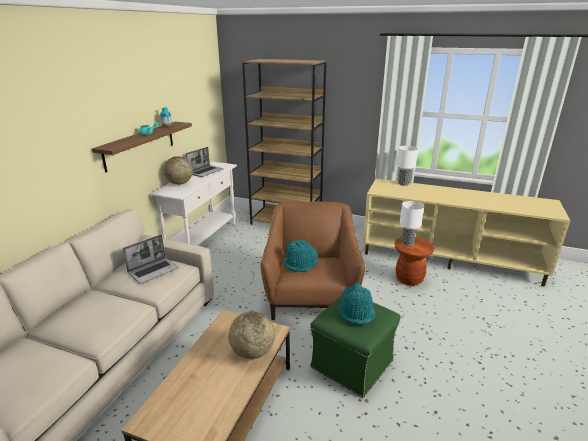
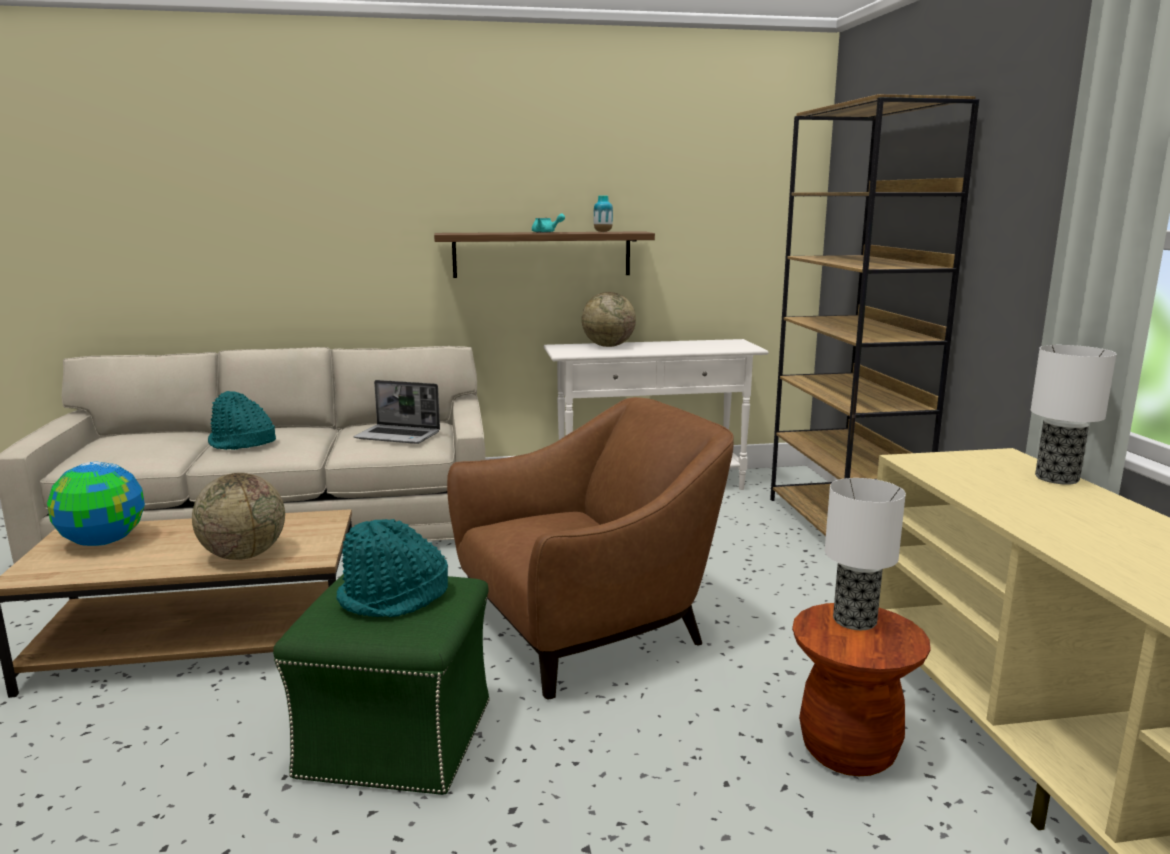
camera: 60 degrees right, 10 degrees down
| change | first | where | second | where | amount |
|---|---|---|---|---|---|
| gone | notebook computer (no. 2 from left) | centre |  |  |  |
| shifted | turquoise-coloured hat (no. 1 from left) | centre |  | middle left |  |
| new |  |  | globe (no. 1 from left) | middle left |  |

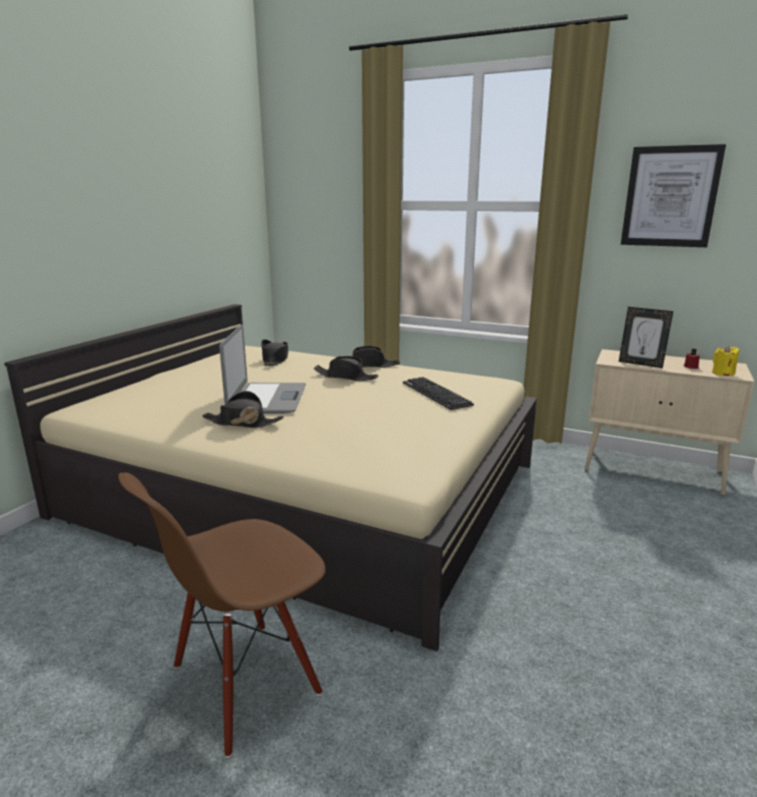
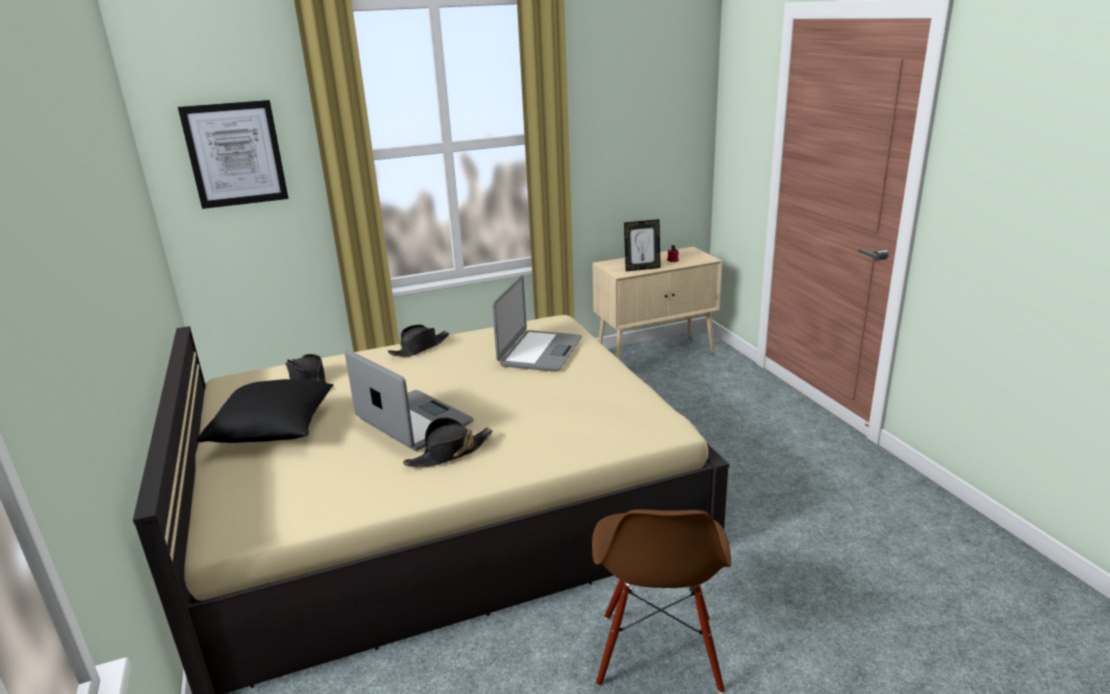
camera: 45 degrees left, 5 degrees up
| change | first | where | second | where | amount |
|---|---|---|---|---|---|
| shifted | picture | top right |  | top left |  |
| gone | yellow wax light | middle right |  |  |  |
| gone | black-coloured hat (no. 3 from left) | centre |  |  |  |
| swapped | PC keyboard | centre | notebook computer (no. 2 from left) | centre |  |
| new |  |  | black-coloured cushion | middle left |  |

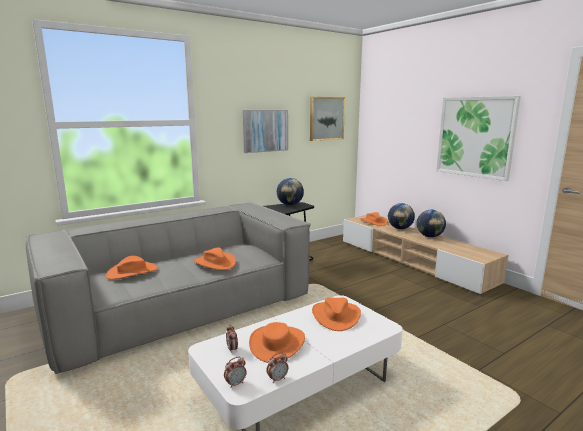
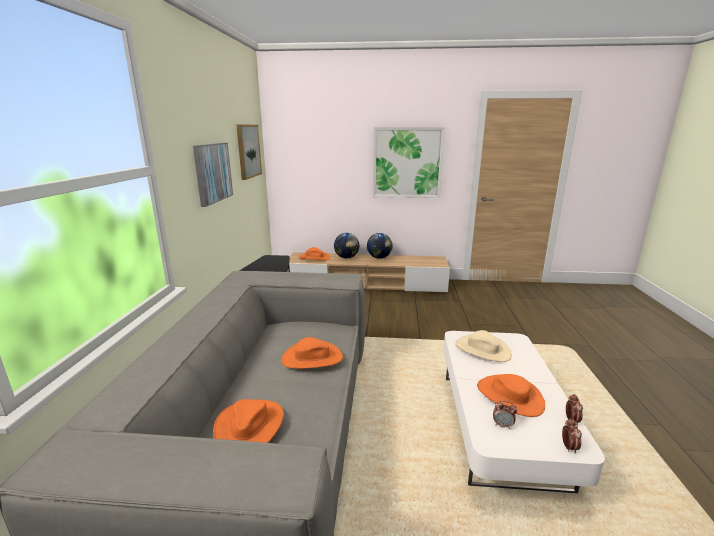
camera: 50 degrees left, 5 degrees up
| change | first | where | second | where | amount |
|---|---|---|---|---|---|
| gone | globe (no. 1 from left) | centre |  |  |  |
| repainted | orange hat (no. 4 from left) | bottom centre | beige-coloured hat | middle right |  |

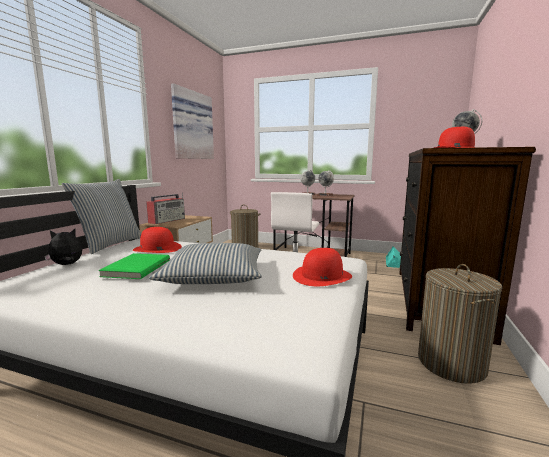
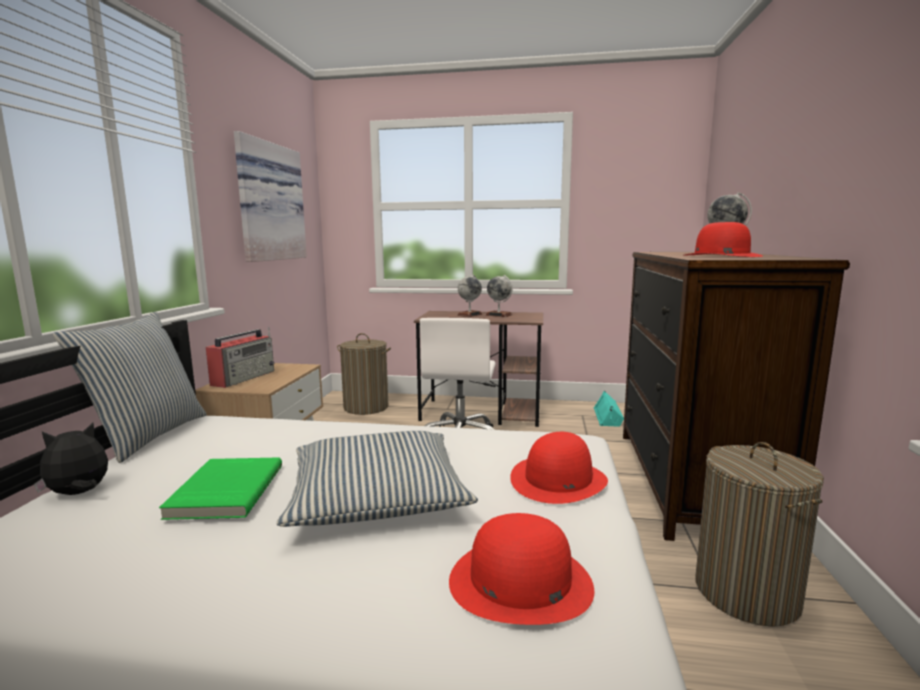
camera: 10 degrees left, 0 degrees up
| change | first | where | second | where | amount |
|---|---|---|---|---|---|
| shifted | reddish hat (no. 1 from left) | middle left |  | bottom centre |  |

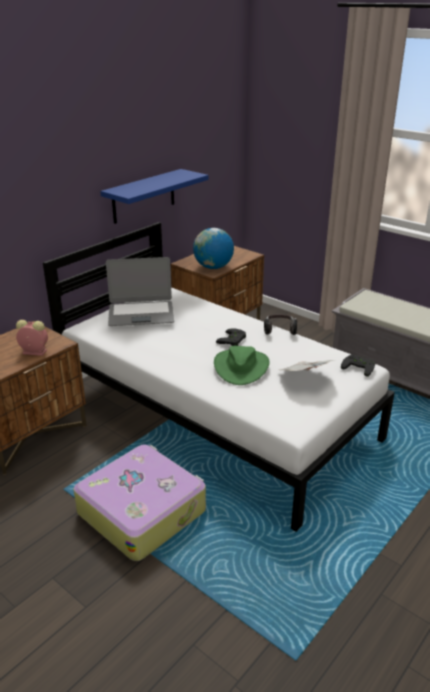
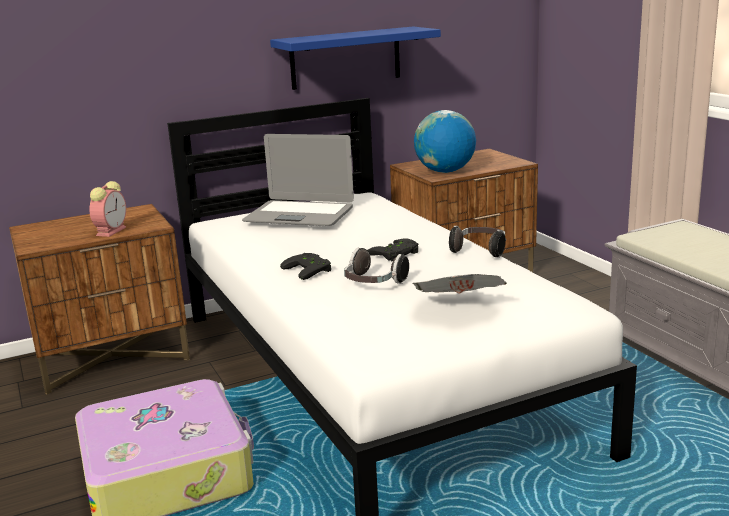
camera: 25 degrees right, 10 degrees down
| change | first | where | second | where | amount |
|---|---|---|---|---|---|
| rotated | table clock | middle left |  | middle left | 75 degrees clockwise |
| swapped | green hat | centre | pair of headphones (no. 1 from left) | centre |  |
| shifted | black-coloured joypad (no. 2 from left in the first image) | middle right | black-coloured joypad (no. 1 from left) | centre |  |

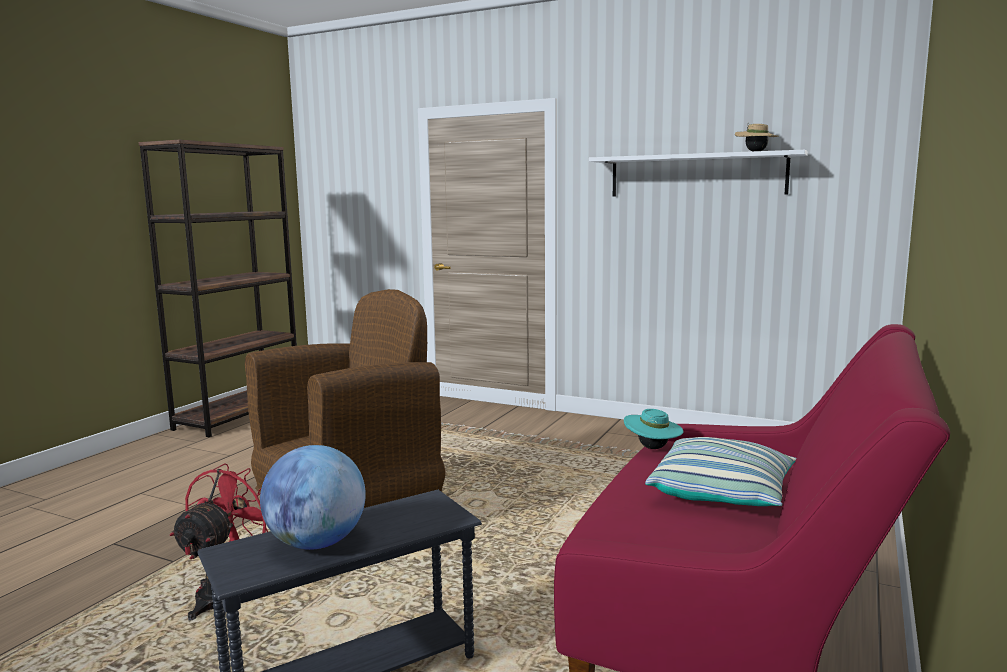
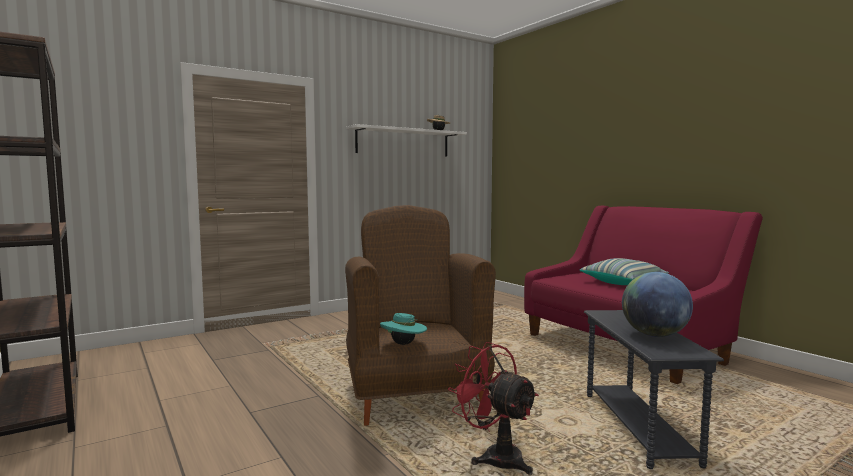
camera: 60 degrees left, 5 degrees down
| change | first | where | second | where | amount |
|---|---|---|---|---|---|
| shifted | turquoise-coloured hat | centre |  | bottom centre |  |

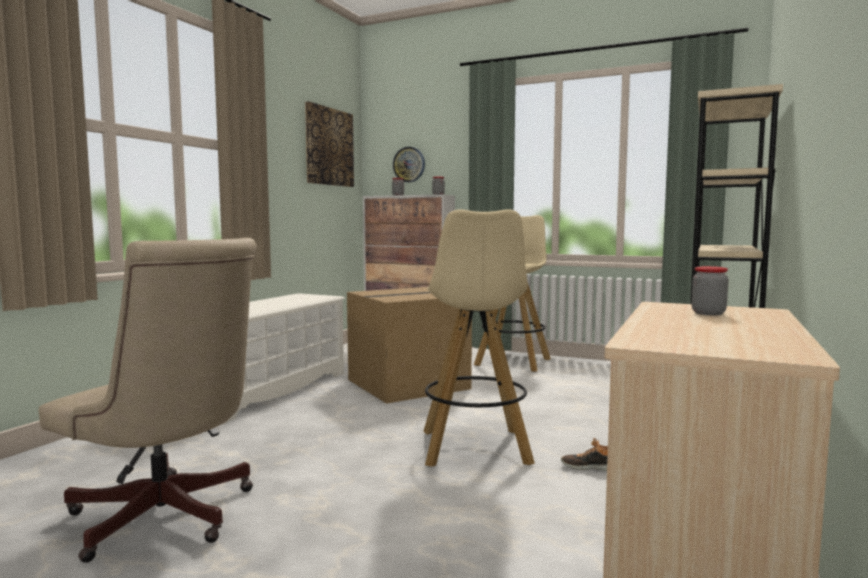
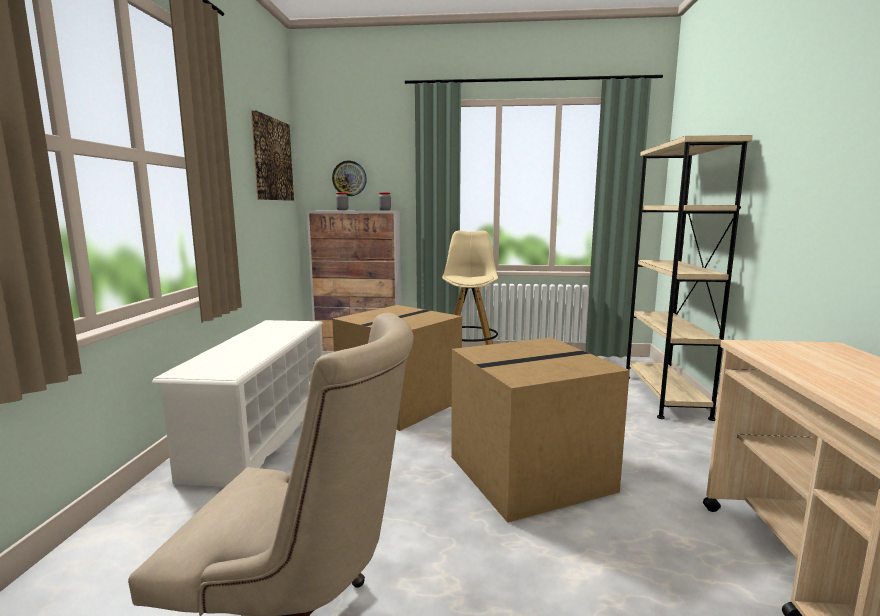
camera: 20 degrees left, 5 degrees up
| change | first | where | second | where | amount |
|---|---|---|---|---|---|
| swapped | beige-coloured stool seat (no. 1 from left) | centre | carton (no. 2 from left) | bottom centre |  |
| gone | preserve jar (no. 3 from left) | middle right |  |  |  |
| gone | item of footwear | bottom right |  |  |  |

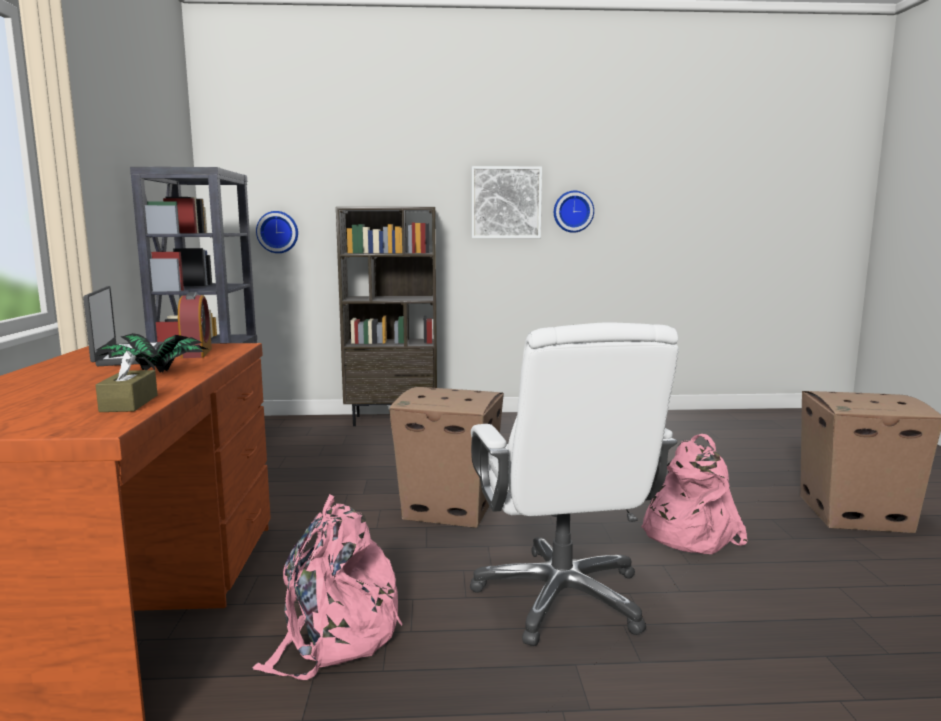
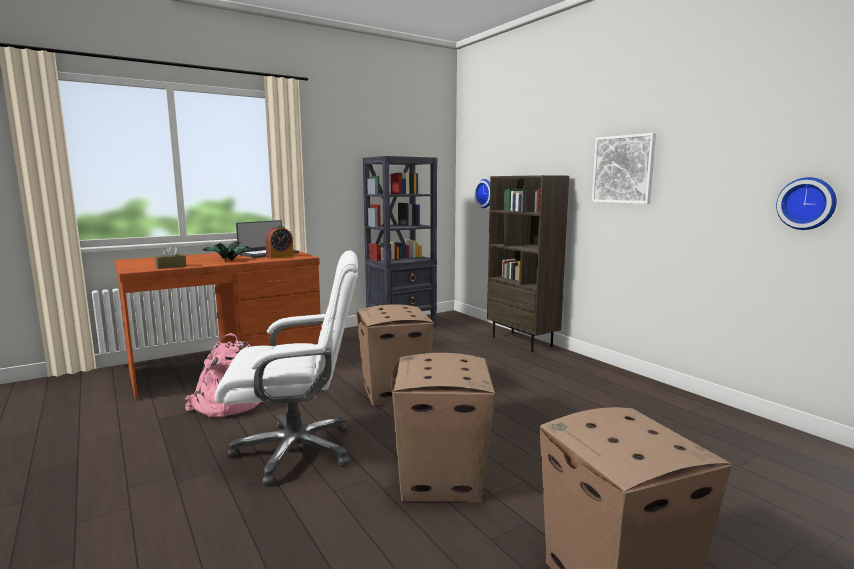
camera: 60 degrees right, 0 degrees up
| change | first | where | second | where | amount |
|---|---|---|---|---|---|
| shifted | clock on the wall (no. 2 from left) | top centre |  | middle right |  |
| rotated | white computer chair | bottom centre |  | centre | 150 degrees counterclockwise |
| swapped | pink knapsack (no. 2 from left) | bottom right | carton (no. 2 from left) | bottom centre |  |

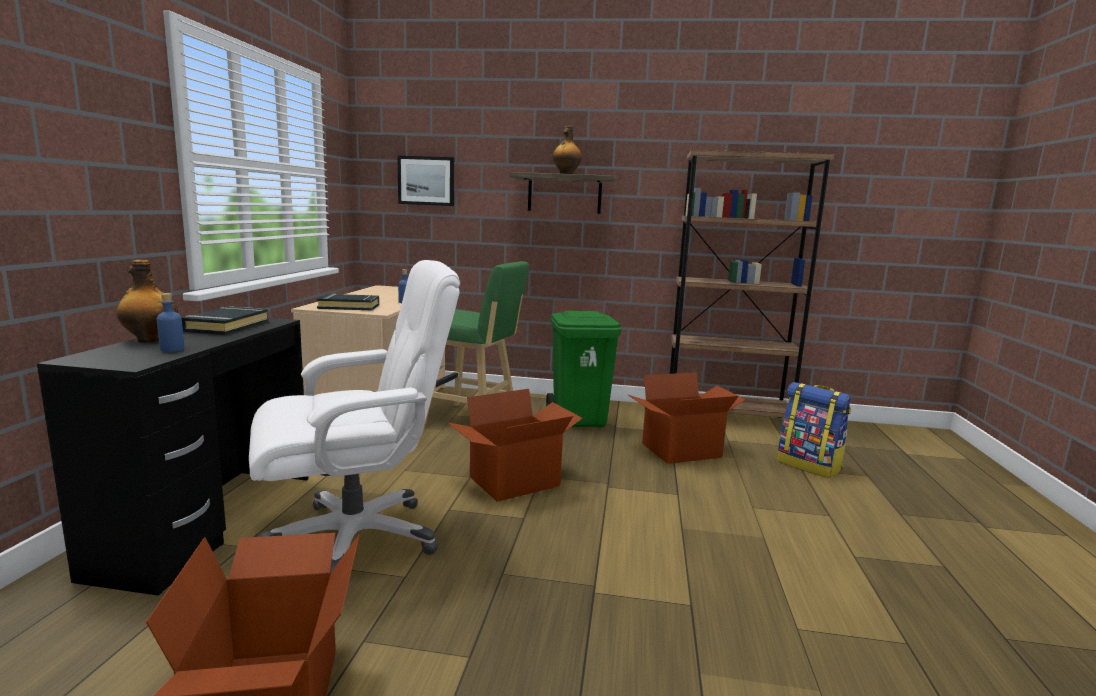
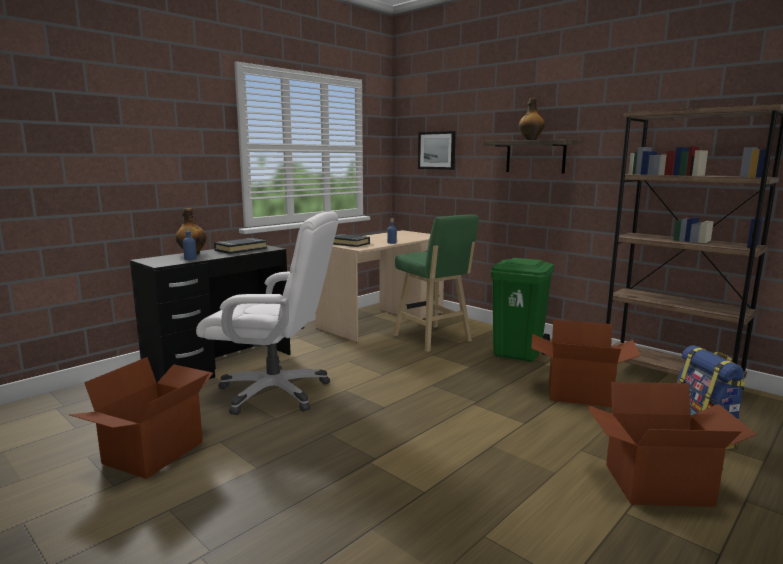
camera: 35 degrees right, 0 degrees up
| change | first | where | second | where | amount |
|---|---|---|---|---|---|
| shifted | carton (no. 2 from left in the first image) | centre | carton (no. 3 from left) | bottom right |  |

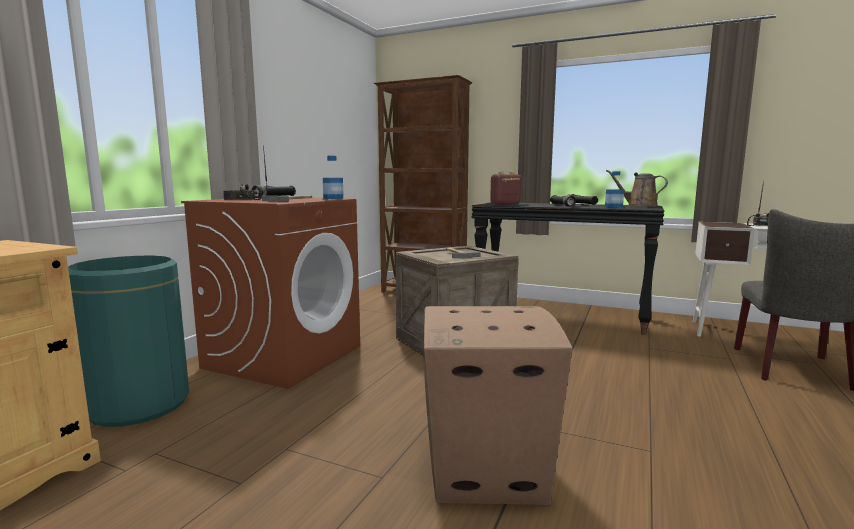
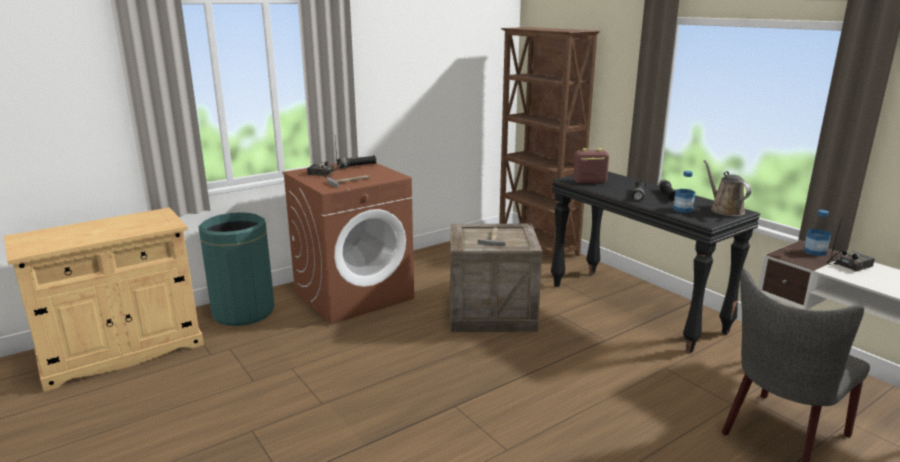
camera: 30 degrees right, 10 degrees up
| change | first | where | second | where | amount |
|---|---|---|---|---|---|
| shifted | drink bottle (no. 1 from left in the first image) | centre | drink bottle (no. 2 from left) | middle right |  |
| gone | carton | bottom centre |  |  |  |

